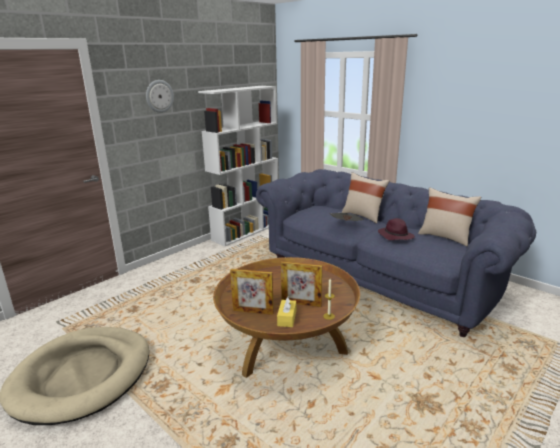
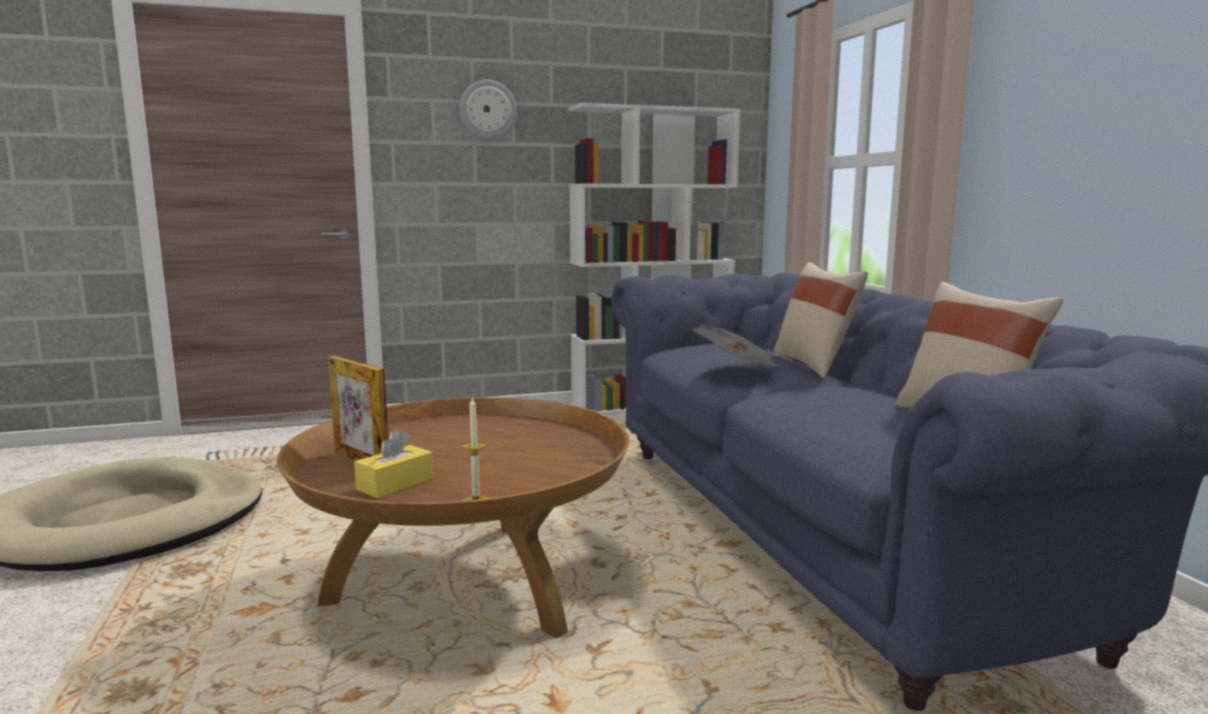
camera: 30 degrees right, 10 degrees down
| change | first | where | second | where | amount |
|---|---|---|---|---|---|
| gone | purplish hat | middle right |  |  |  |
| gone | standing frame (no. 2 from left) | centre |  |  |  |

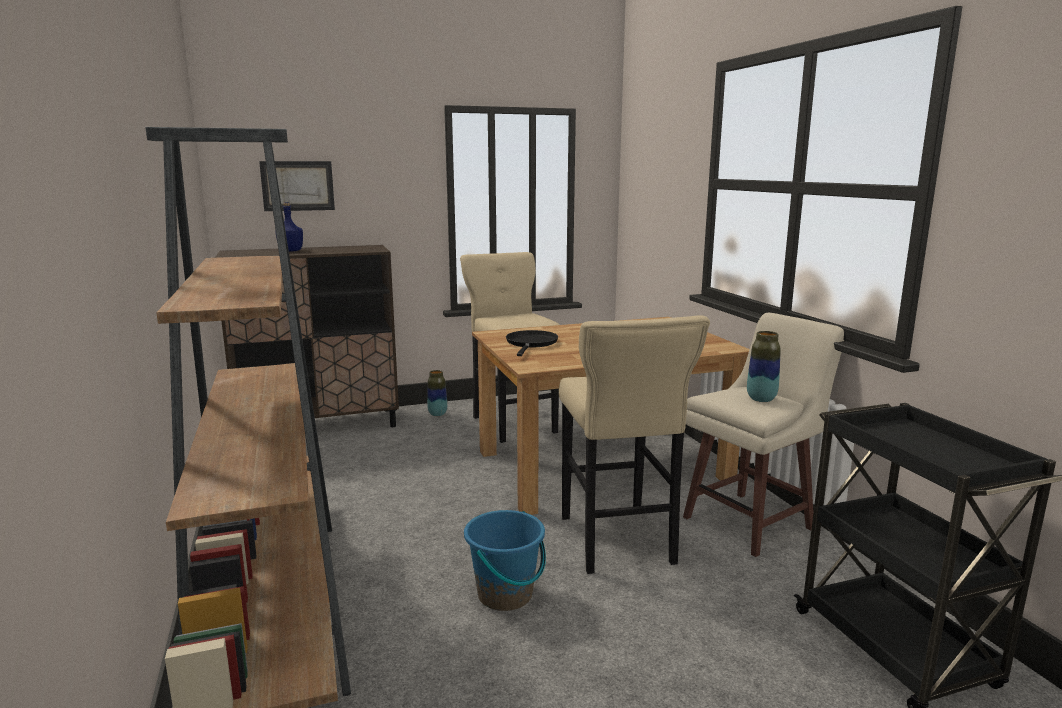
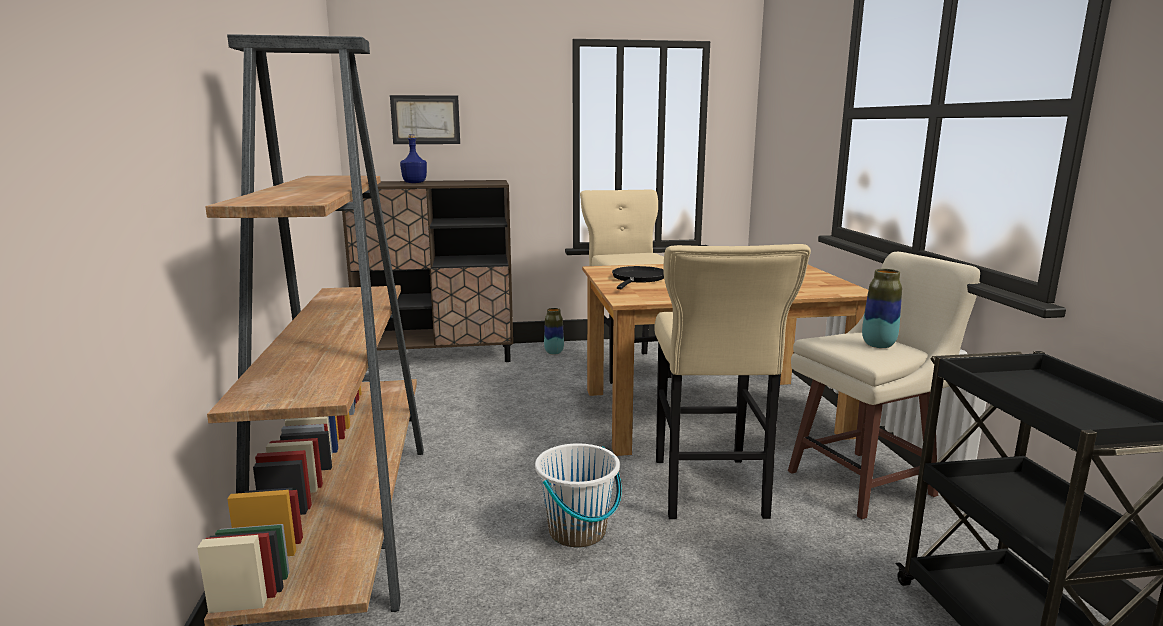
camera: 10 degrees right, 0 degrees up
| change | first | where | second | where | amount |
|---|---|---|---|---|---|
| repainted | blue water bucket | bottom centre | white water bucket | bottom centre |  |

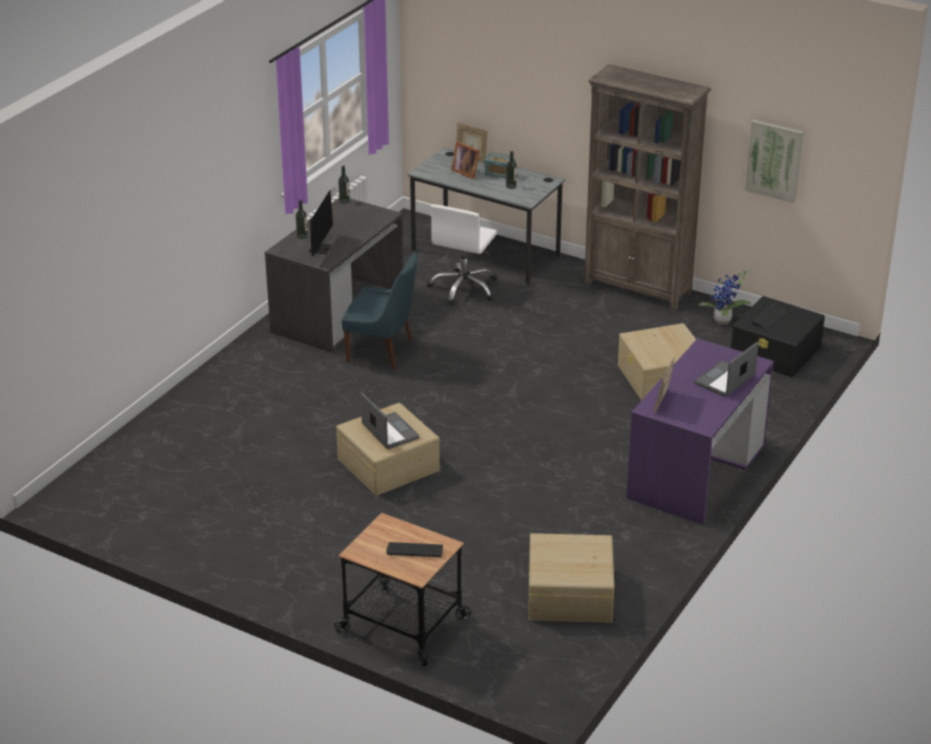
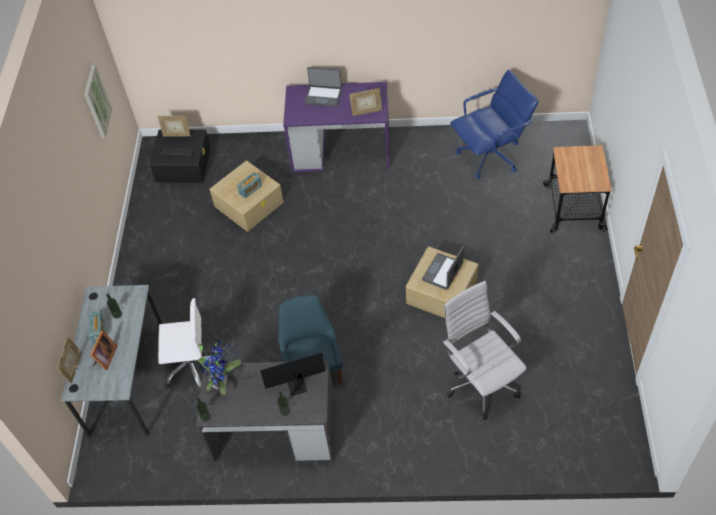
camera: 115 degrees left, 20 degrees up
| change | first | where | second | where | amount |
|---|---|---|---|---|---|
| gone | brownish shelving unit | top right |  |  |  |
| shifted | plant in a pot | middle right |  | bottom left |  |
| swapped | beige-coloured storage bin (no. 2 from left) | bottom centre | blue computer chair | top right |  |
| gone | PC keyboard (no. 1 from left) | bottom centre |  |  |  |
| new |  |  | standing frame (no. 3 from left) | top left |  |
| new |  |  | radio (no. 2 from left) | centre |  |
| new |  |  | white computer chair (no. 2 from left) | bottom right |  |

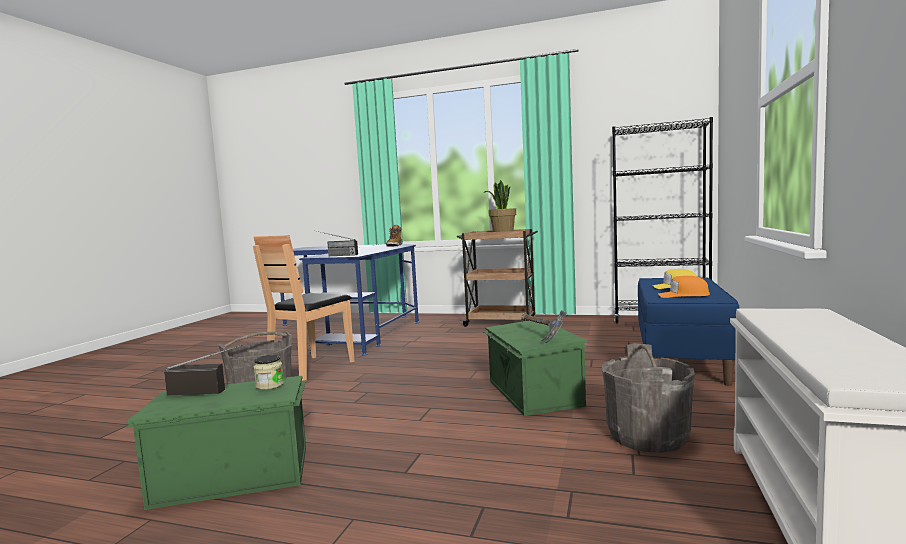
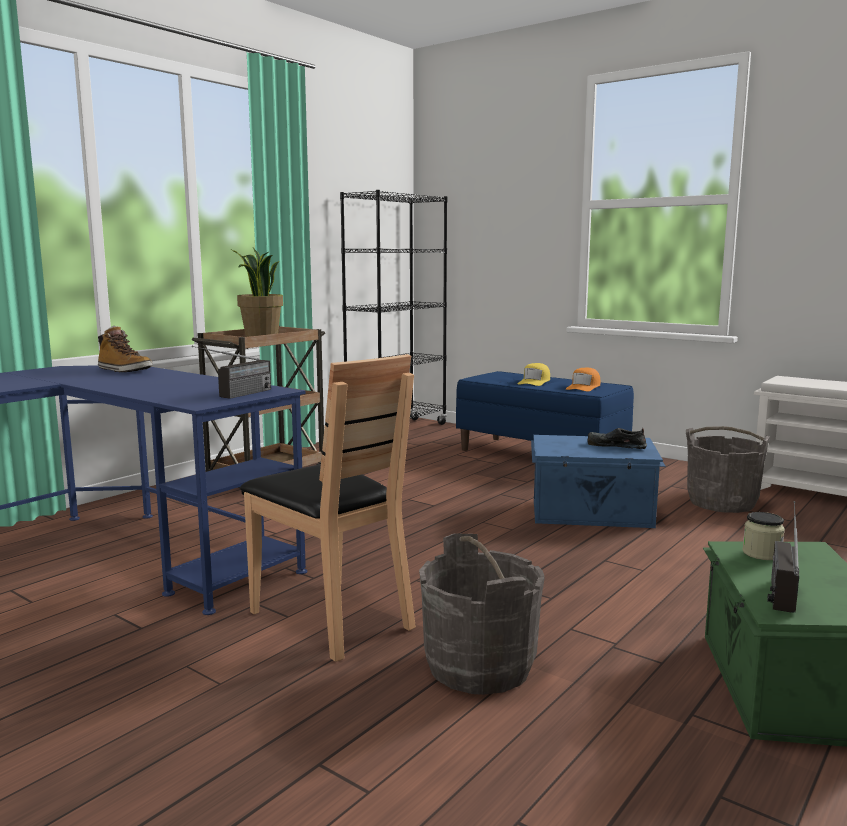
camera: 70 degrees left, 5 degrees up
| change | first | where | second | where | amount |
|---|---|---|---|---|---|
| swapped | hammer | centre | black-coloured item of footwear | middle right |  |
| repainted | green storage bin (no. 2 from left) | bottom centre | blue storage bin | middle right |  |

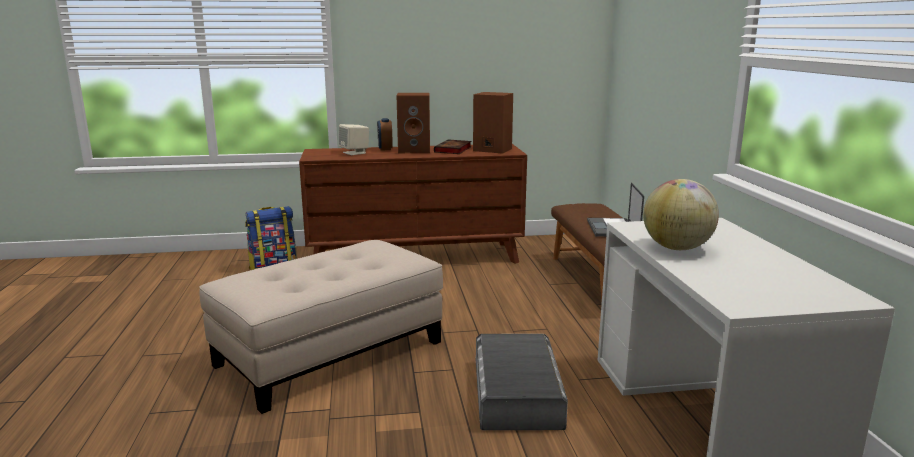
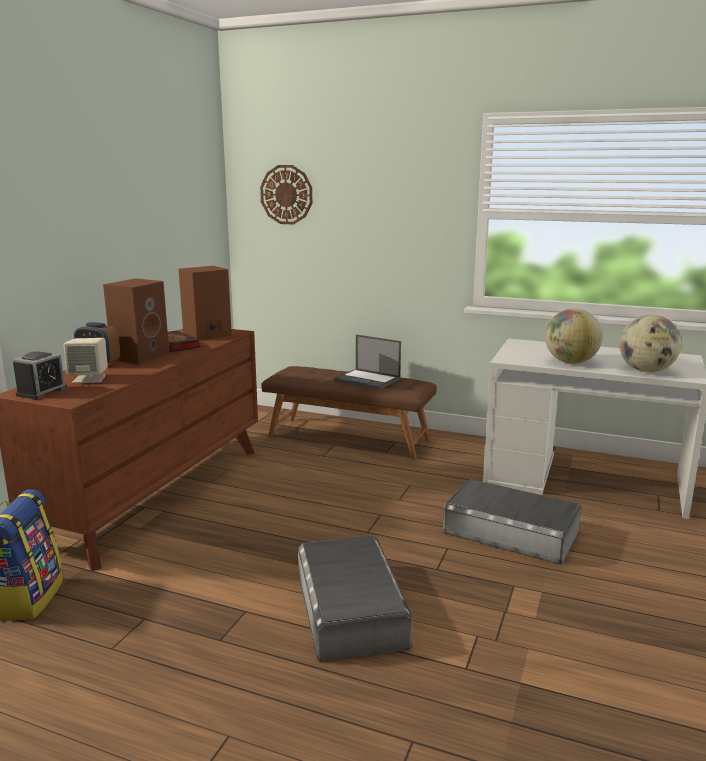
camera: 60 degrees left, 0 degrees up
| change | first | where | second | where | amount |
|---|---|---|---|---|---|
| swapped | beige-coloured pouffe | bottom centre | gray storage bin (no. 1 from left) | bottom centre |  |
| new |  |  | clock on the wall | top centre |  |
| new |  |  | globe (no. 2 from left) | middle right |  |
| new |  |  | table clock (no. 1 from left) | middle left |  |

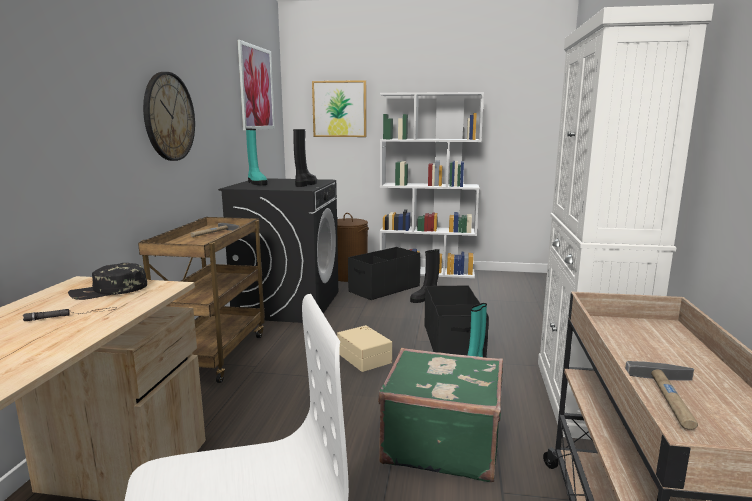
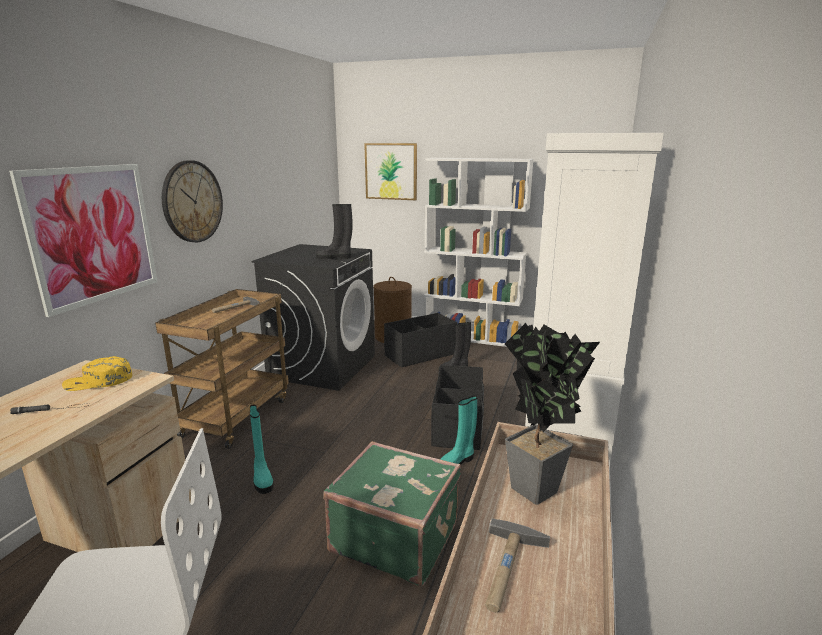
camera: 10 degrees right, 5 degrees up
| change | first | where | second | where | amount |
|---|---|---|---|---|---|
| shifted | picture (no. 1 from left) | top centre |  | middle left |  |
| shifted | turquoise-coloured boot (no. 1 from left) | top centre |  | bottom left |  |
| rotated | black-coloured boot (no. 1 from left) | top centre |  | centre | 120 degrees counterclockwise |
| repainted | black-coloured peaked cap | middle left | yellow peaked cap | middle left |  |
| gone | beige-coloured storage bin | bottom centre |  |  |  |
| new |  |  | plant in a pot | middle right |  |

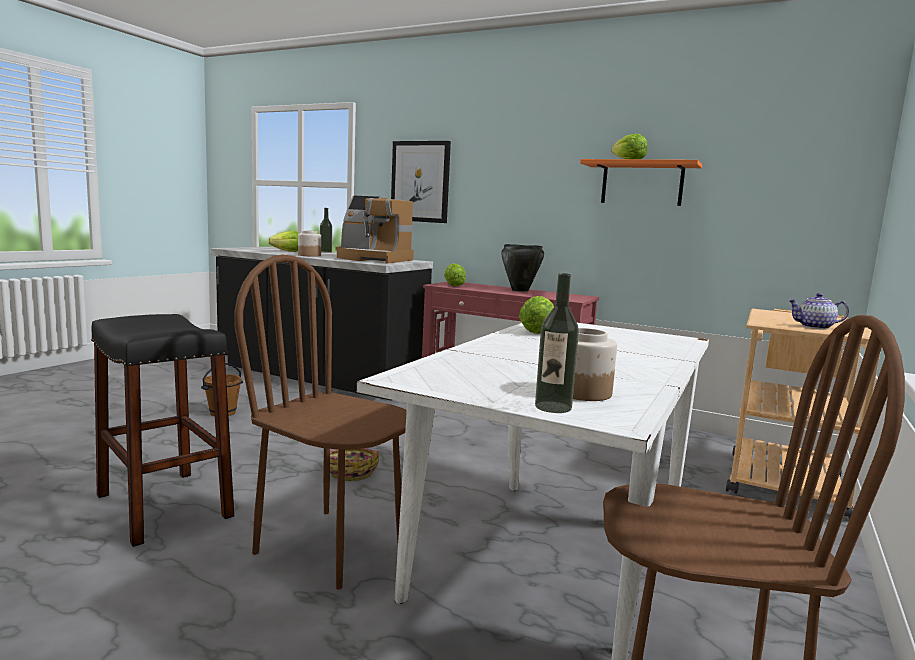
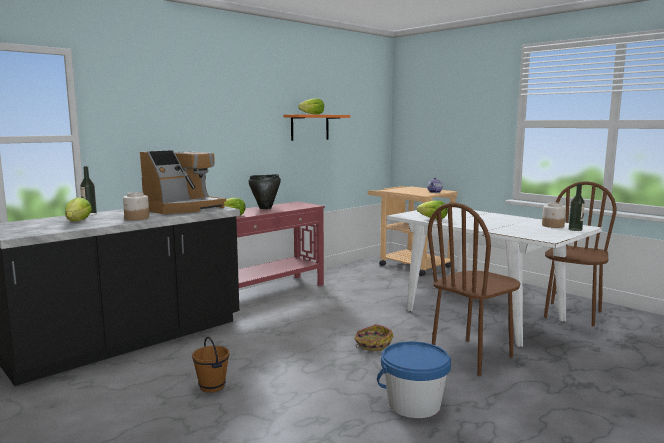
camera: 70 degrees left, 0 degrees up
| change | first | where | second | where | amount |
|---|---|---|---|---|---|
| gone | picture | top centre |  |  |  |
| swapped | black-coloured stool seat | middle left | blue water bucket | bottom centre |  |

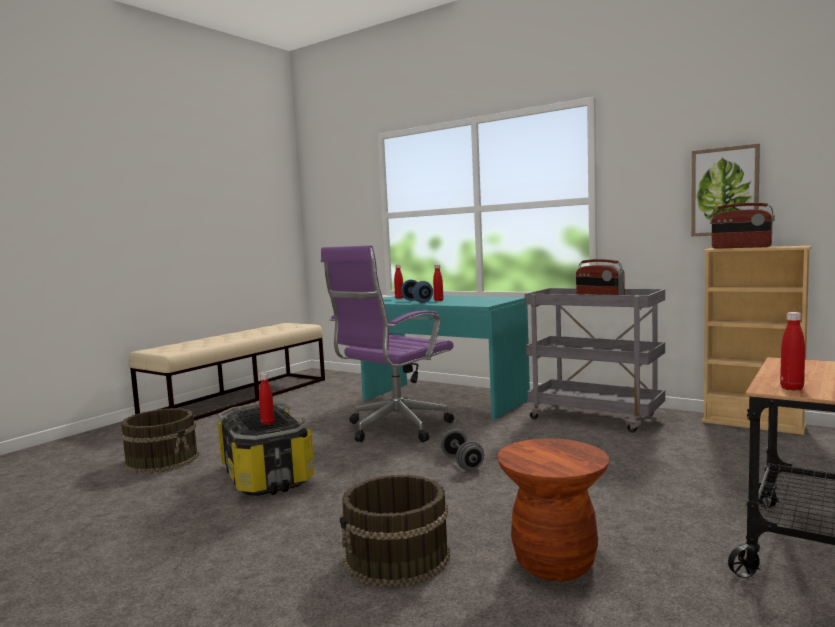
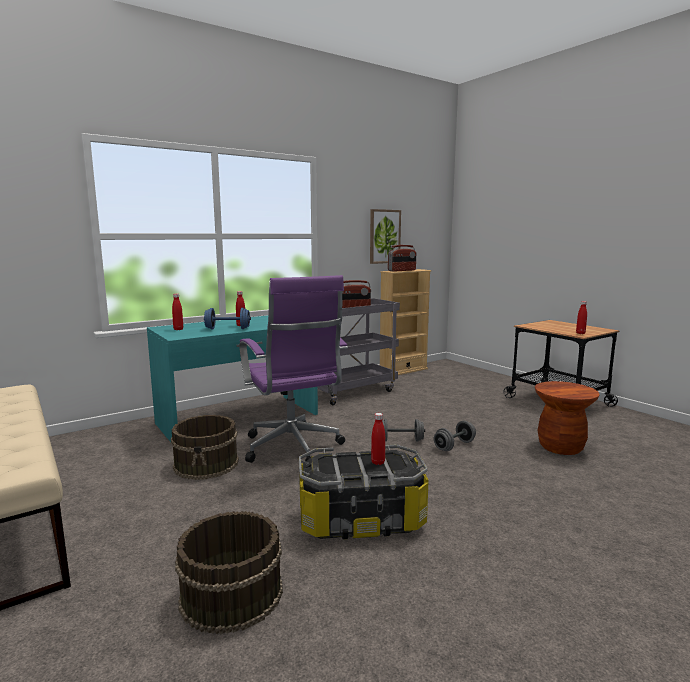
camera: 70 degrees left, 5 degrees up
| change | first | where | second | where | amount |
|---|---|---|---|---|---|
| shifted | brownish water bucket (no. 2 from left in the first image) | bottom centre | brownish water bucket (no. 1 from left) | middle left |  |
| new |  |  | gray hand weight (no. 2 from left) | centre |  |

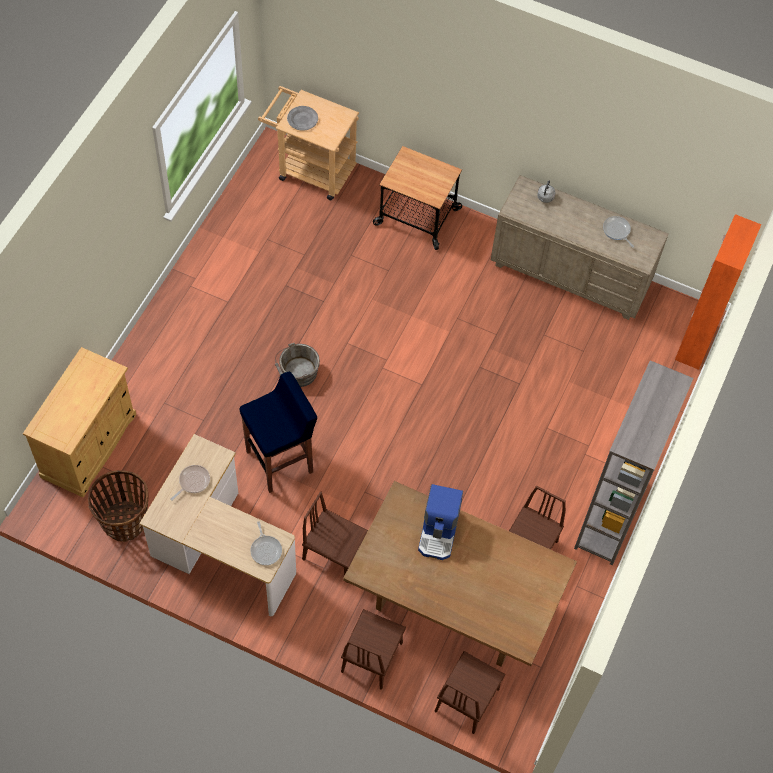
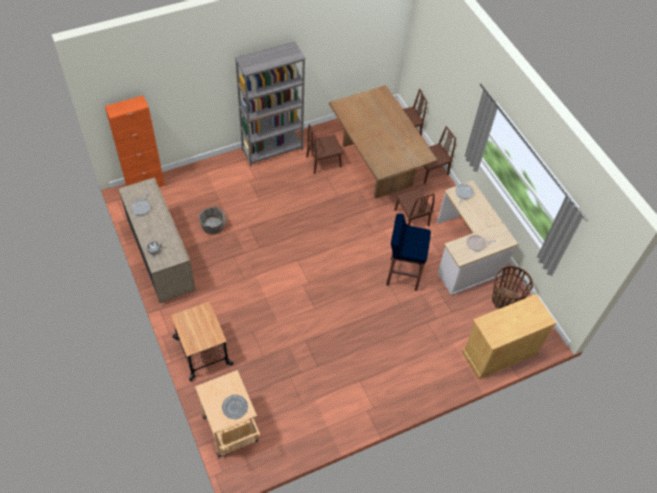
camera: 140 degrees left, 5 degrees down
| change | first | where | second | where | amount |
|---|---|---|---|---|---|
| shifted | gray water bucket | centre |  | middle left |  |
| gone | coffee brewer | bottom centre |  |  |  |

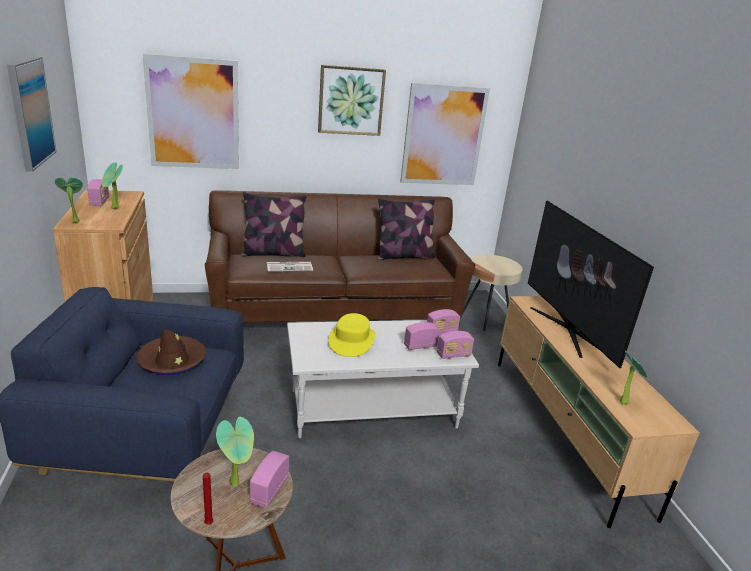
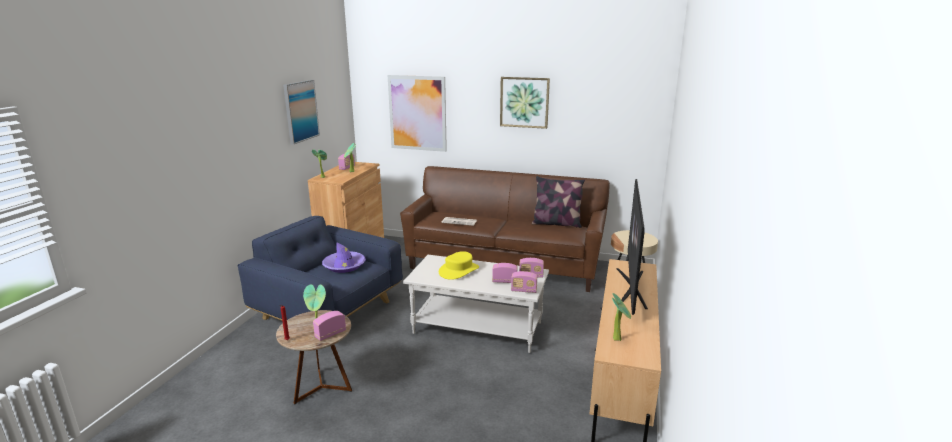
camera: 30 degrees right, 5 degrees down
| change | first | where | second | where | amount |
|---|---|---|---|---|---|
| gone | picture (no. 4 from left) | top centre |  |  |  |
| gone | cushion (no. 1 from left) | centre |  |  |  |
| repainted | brownish hat | middle left | purplish hat | centre |  |

